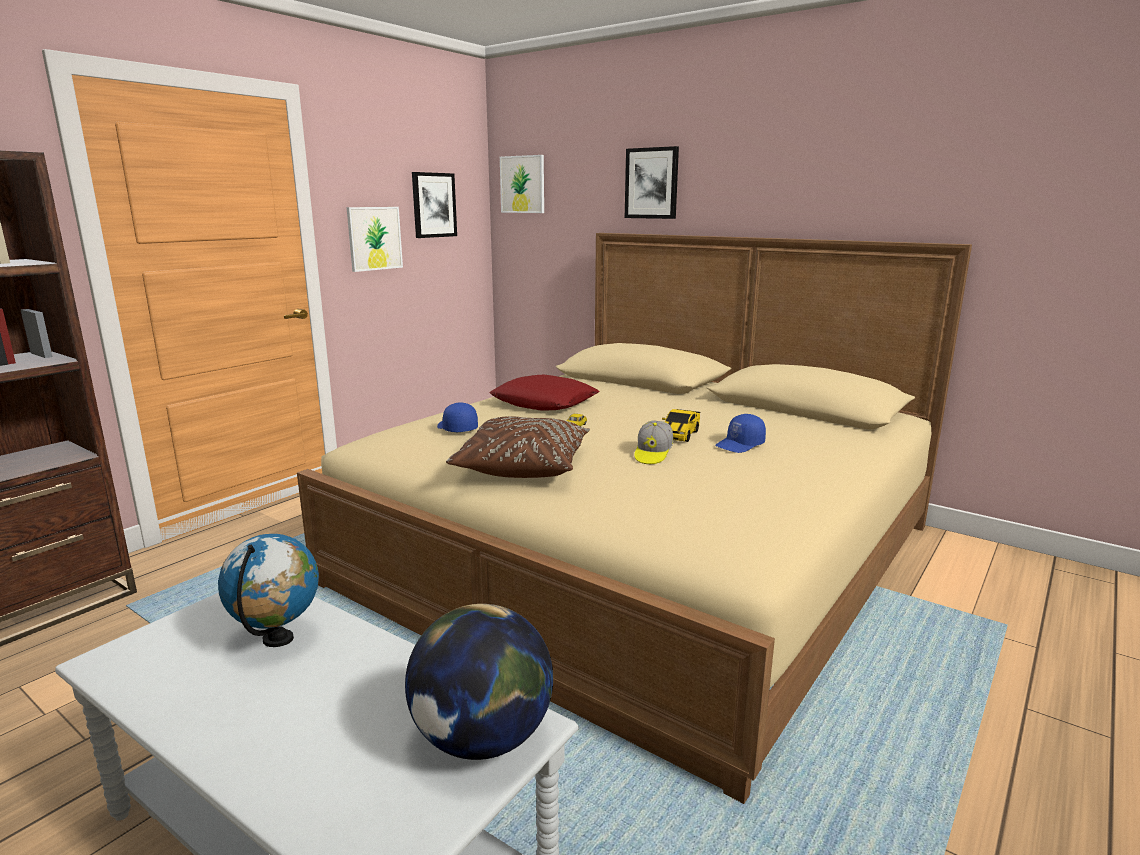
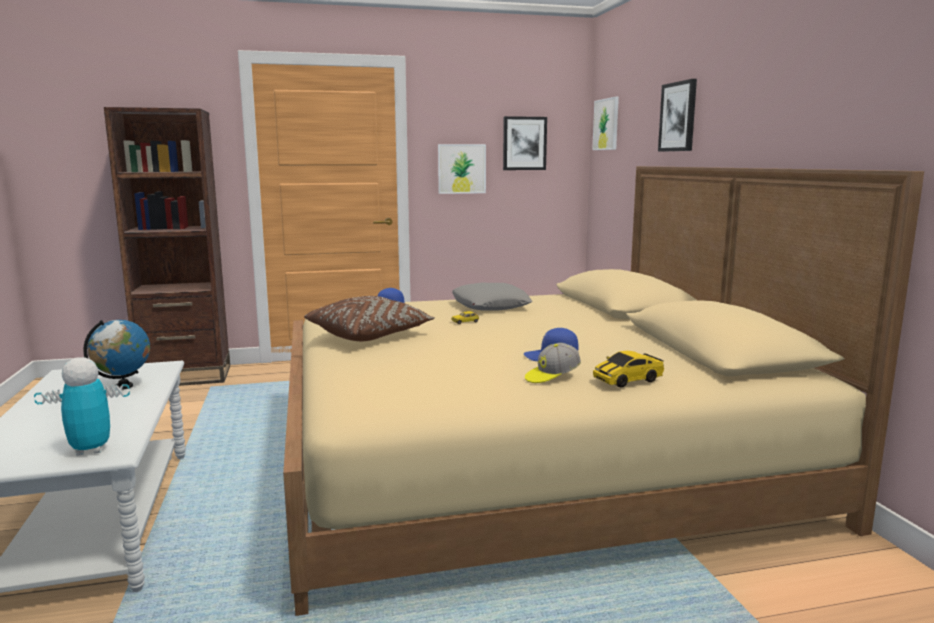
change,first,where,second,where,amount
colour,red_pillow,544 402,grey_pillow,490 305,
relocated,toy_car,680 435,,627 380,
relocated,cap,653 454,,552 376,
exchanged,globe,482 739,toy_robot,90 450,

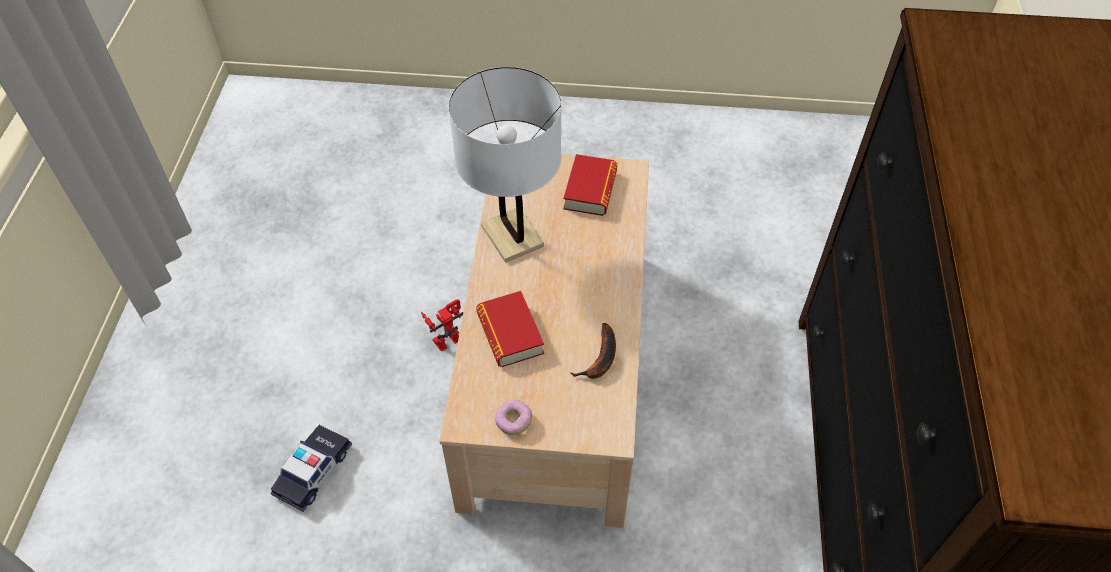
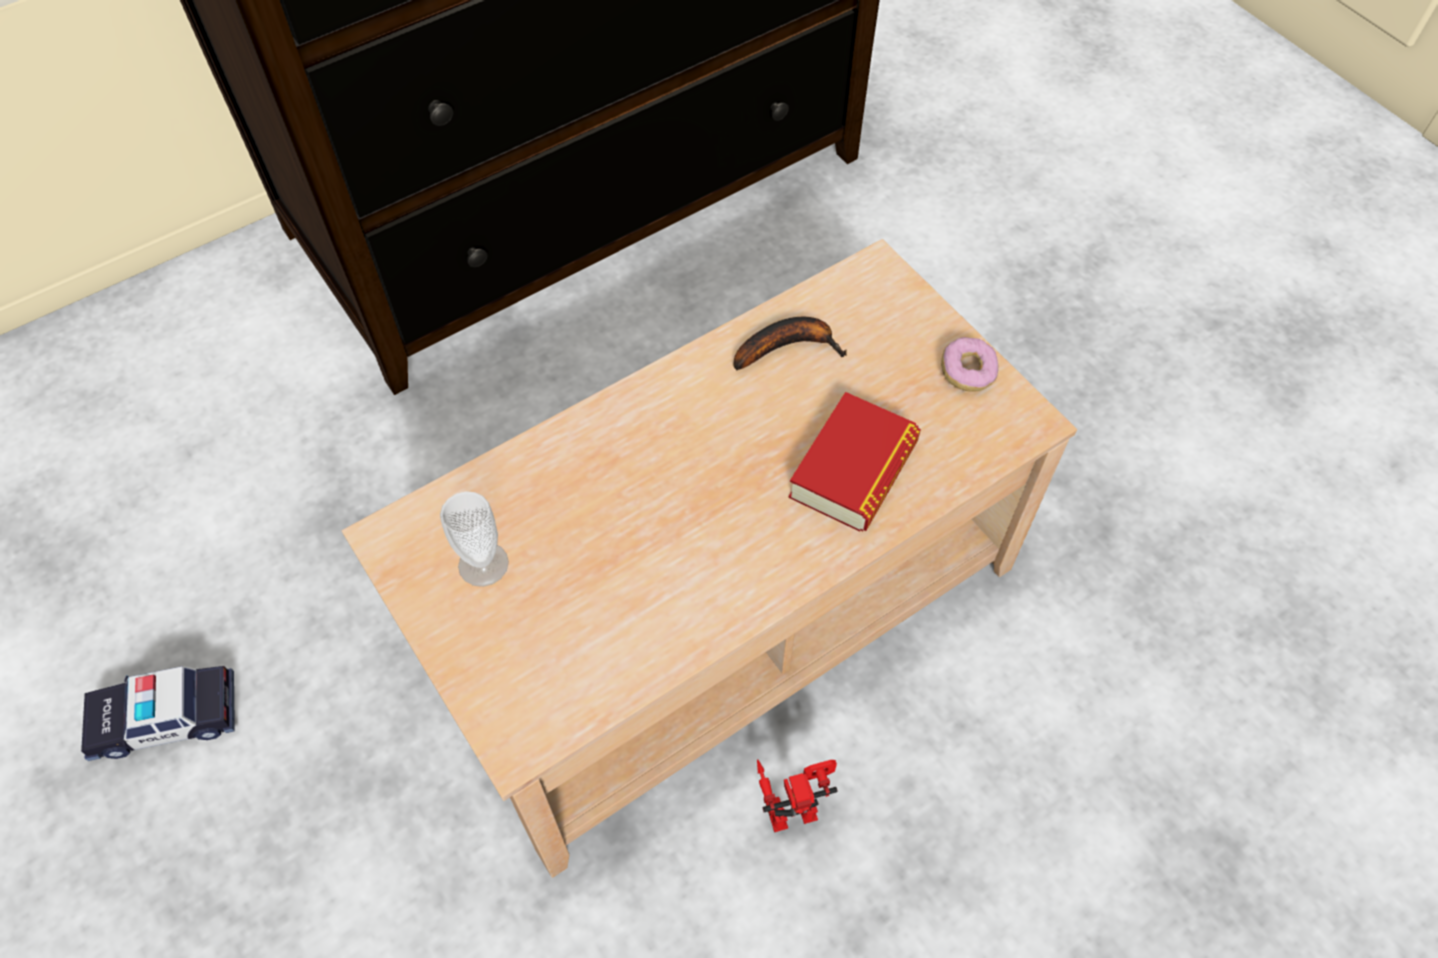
change,first,where,second,where,amount
missing,white_table_lamp,512 236,,,
exchanged,book,590 190,cup,483 564,
spun,toy_robot,446 337,,792 803,150 degrees clockwise
relocated,toy_car,313 471,,165 718,

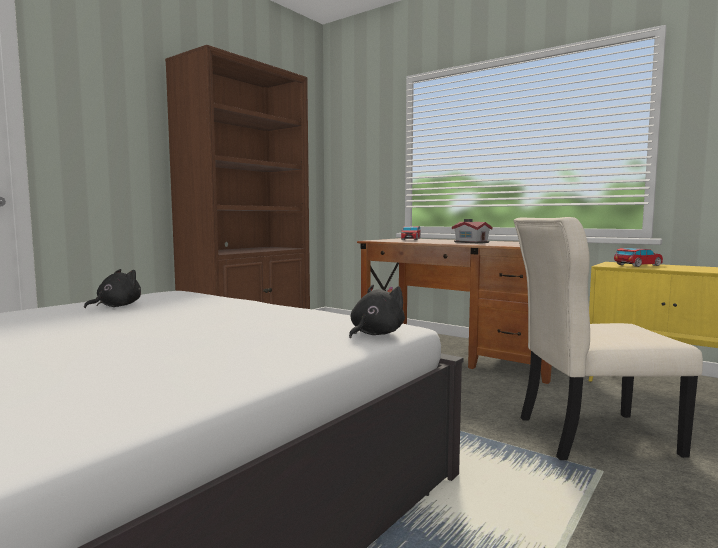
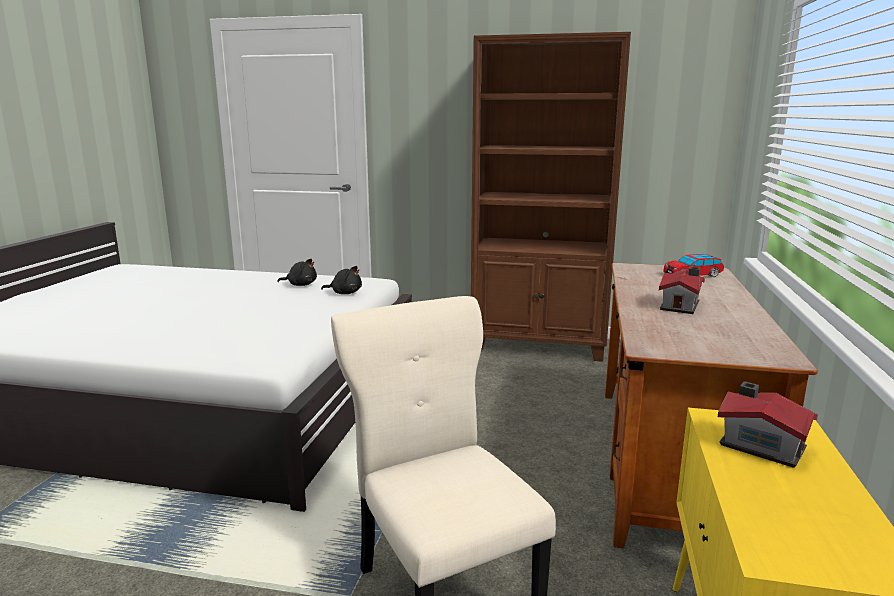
change,first,where,second,where,amount
exchanged,toy_car,637 265,toy_house,760 445,
relocated,black_plush_toy,375 334,,345 293,

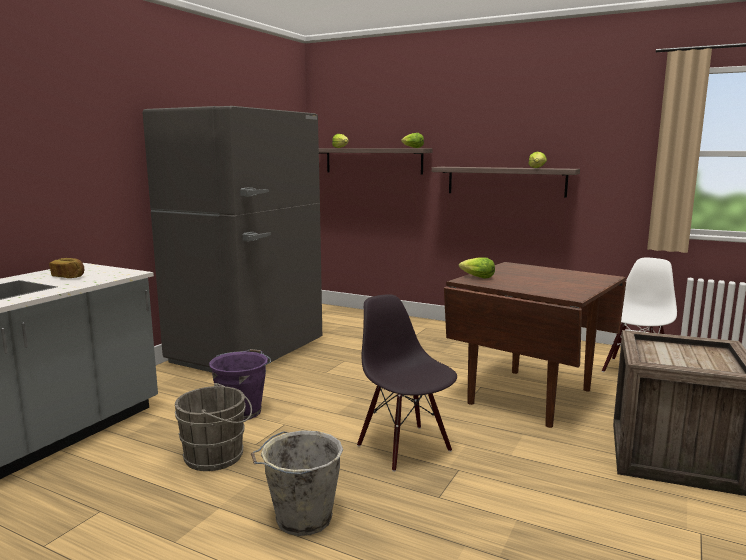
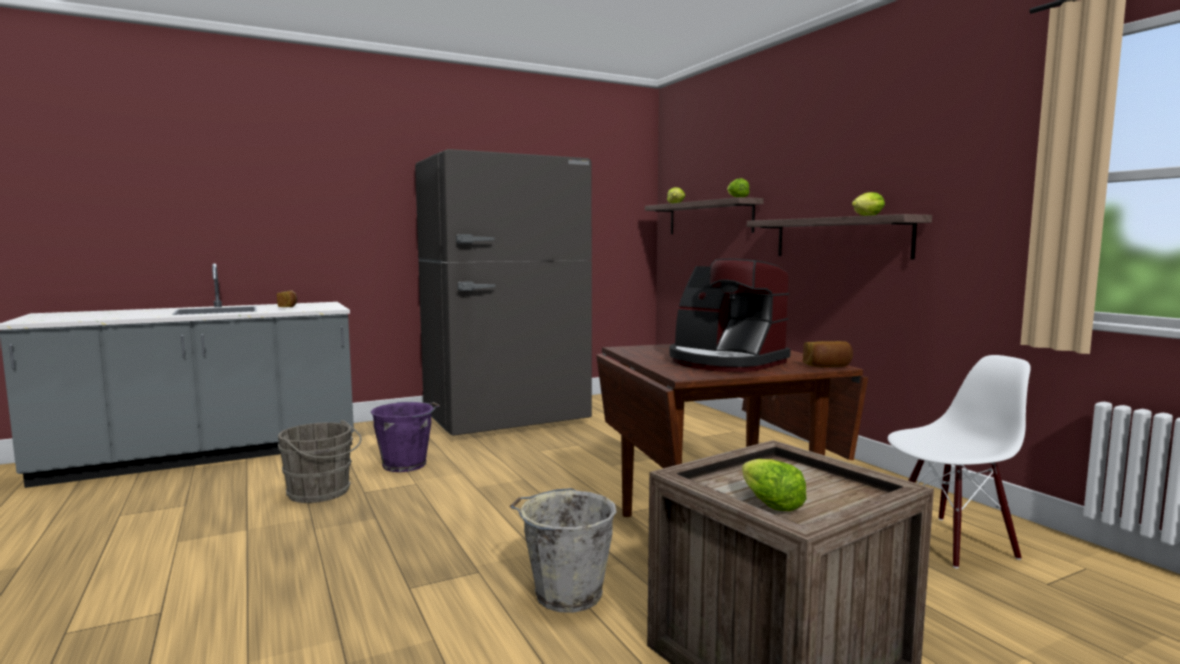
change,first,where,second,where,amount
relocated,lettuce,477 277,,769 503,
missing,black_chair,405 447,,,
relocated,grey_bucket,301 519,,565 594,
appeared,,,coffee_machine,724 362,
appeared,,,bread,827 366,

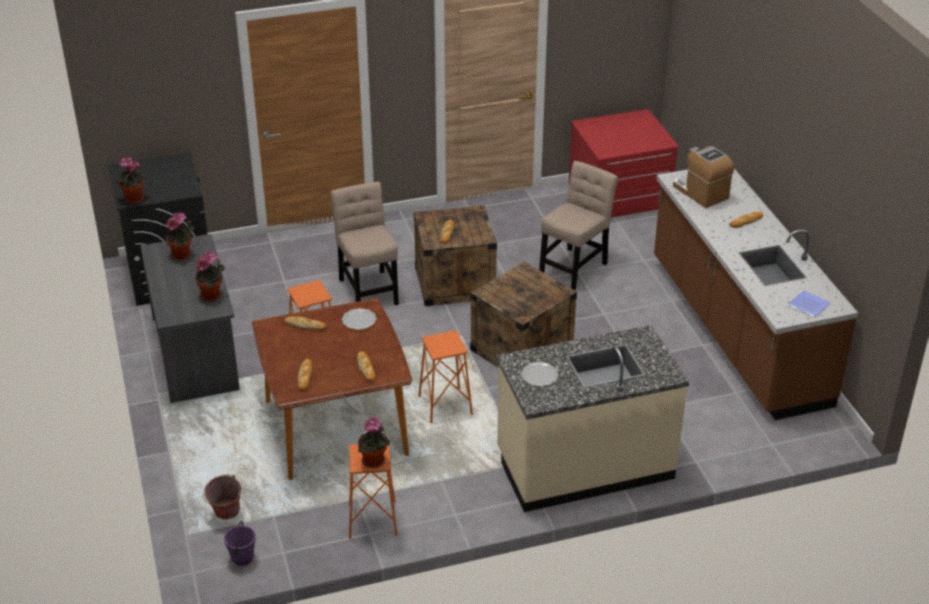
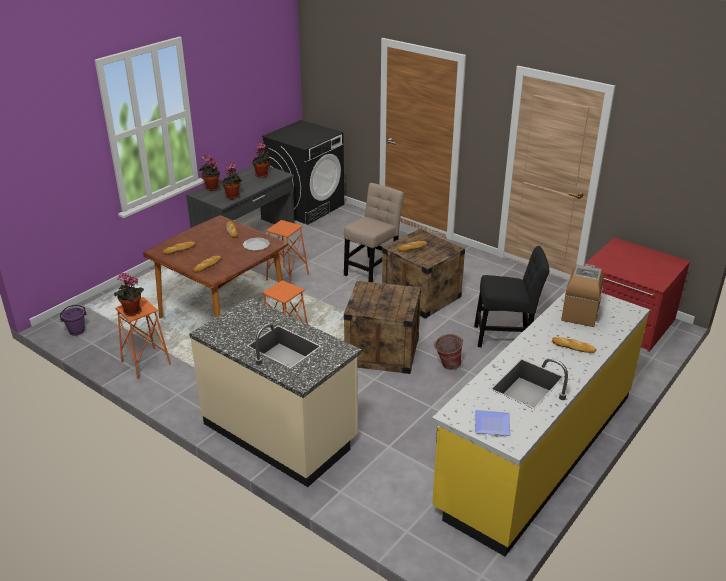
change,first,where,second,where,amount
relocated,potted_plant,133 200,,211 188,
colour,beige_chair,574 267,black_chair,506 337,
colour,brown_counter,736 331,yellow_counter,536 450,
missing,plate,539 375,,,
relocated,bucket,225 516,,447 366,

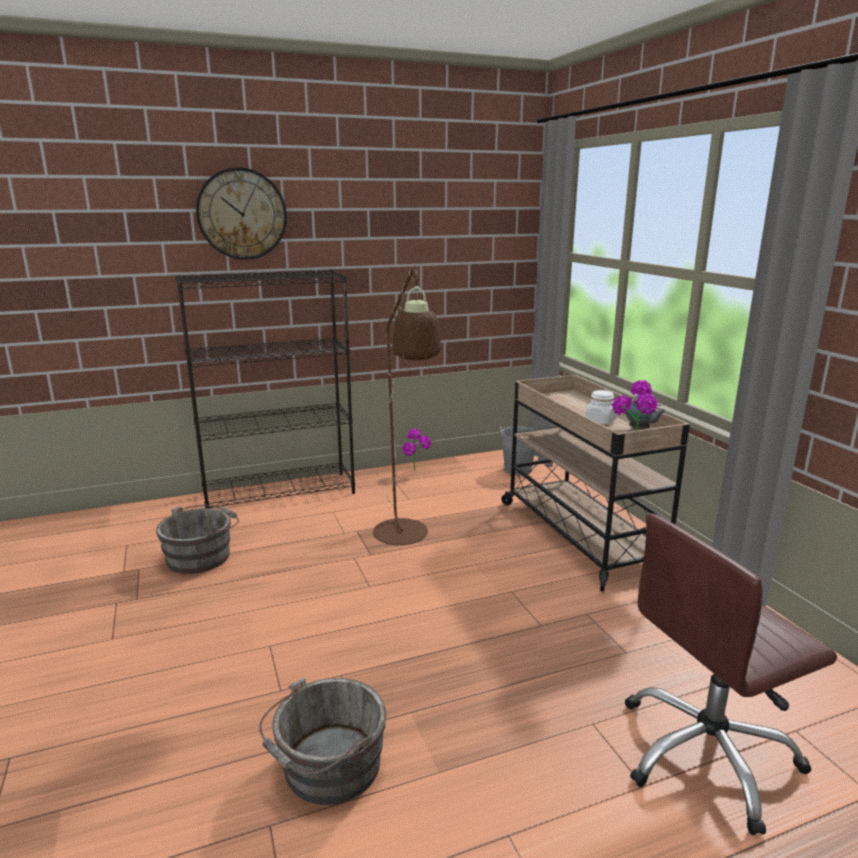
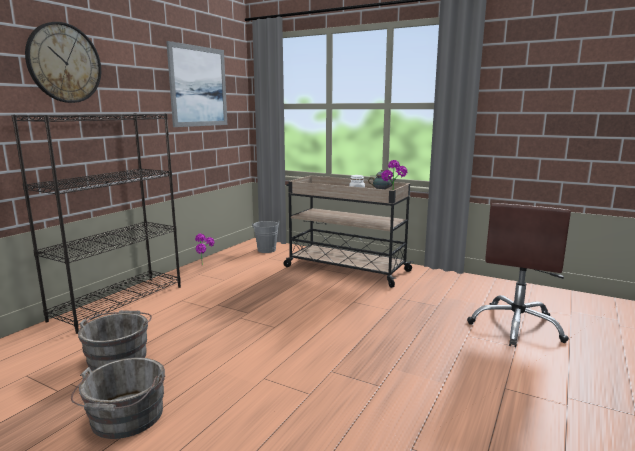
change,first,where,second,where,amount
missing,brown_floor_lamp,404 538,,,
relocated,grey_bucket,327 768,,125 419,
appeared,,,picture,198 86,

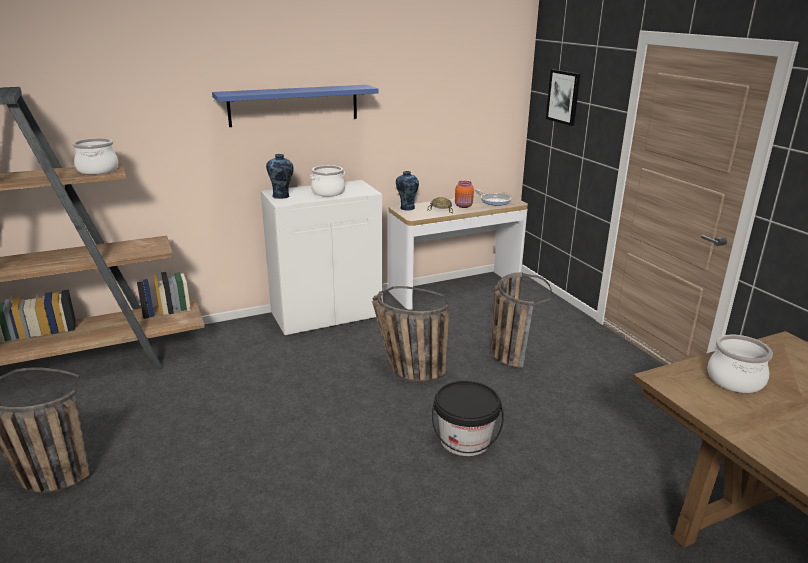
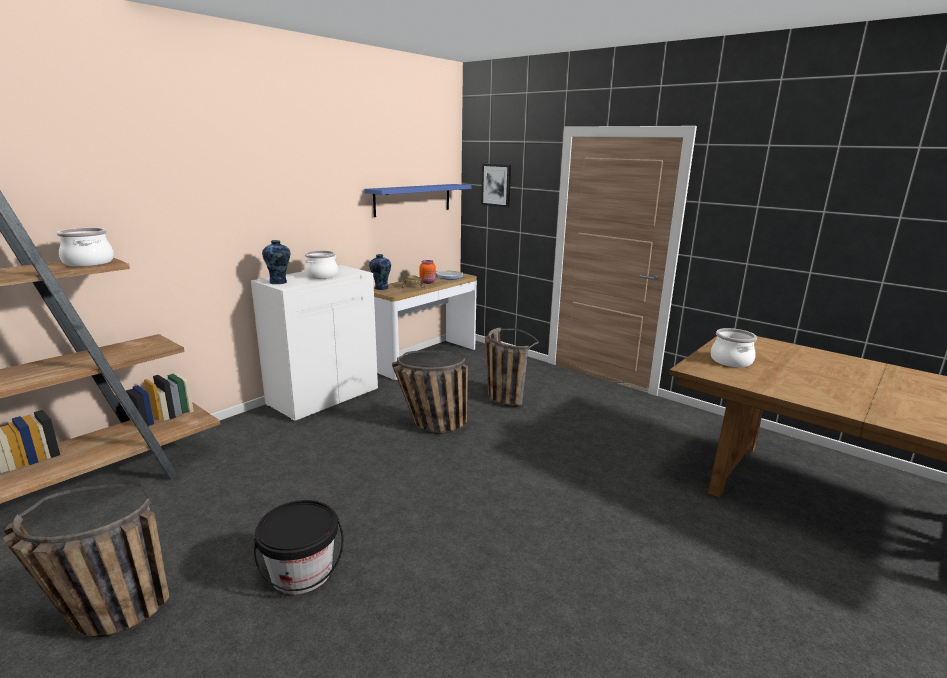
change,first,where,second,where,amount
relocated,blue_shelf,294 105,,413 199,
relocated,black_bucket,465 440,,302 572,

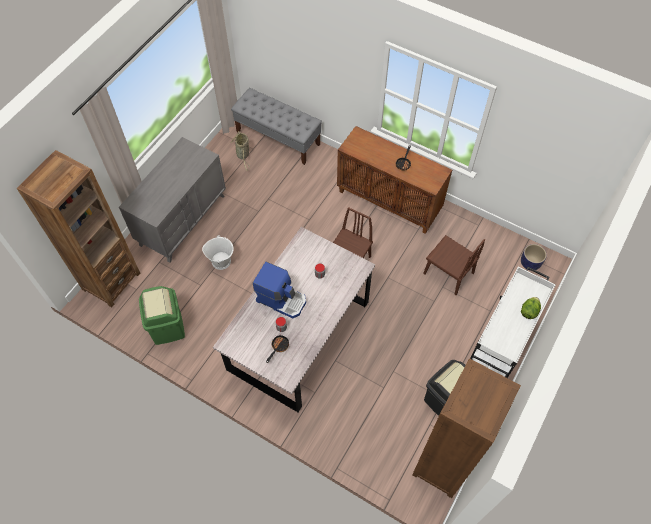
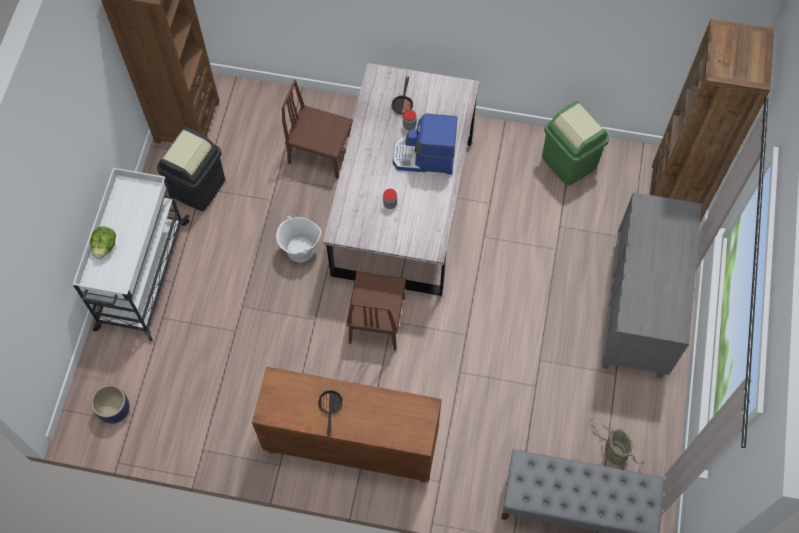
change,first,where,second,where,amount
relocated,white_bucket,221 261,,300 250,
relocated,brown_chair,448 273,,321 153,

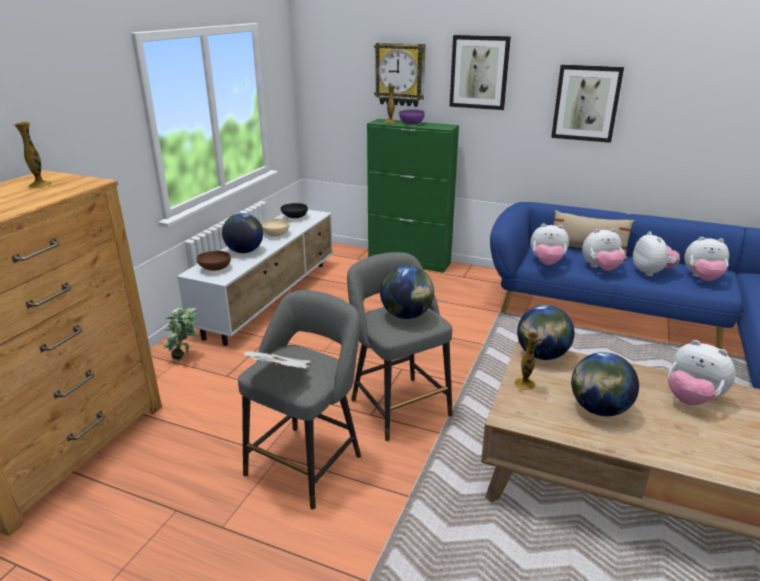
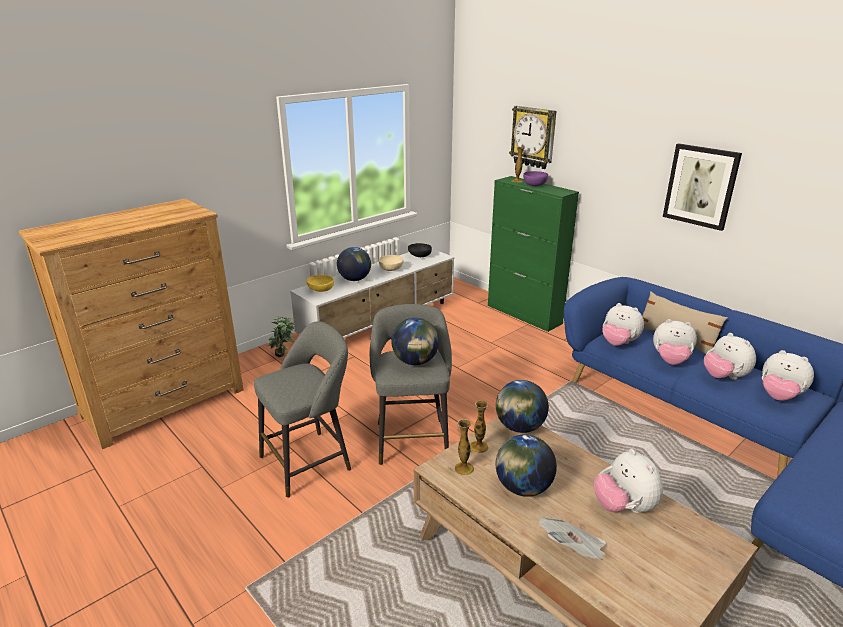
change,first,where,second,where,amount
missing,picture,479 72,,,
relocated,vase,40 184,,464 468,
spun,plush_toy,651 272,,724 377,135 degrees clockwise
colour,brown_bowl,214 269,yellow_bowl,320 290,
relocated,newspaper,282 374,,573 550,

